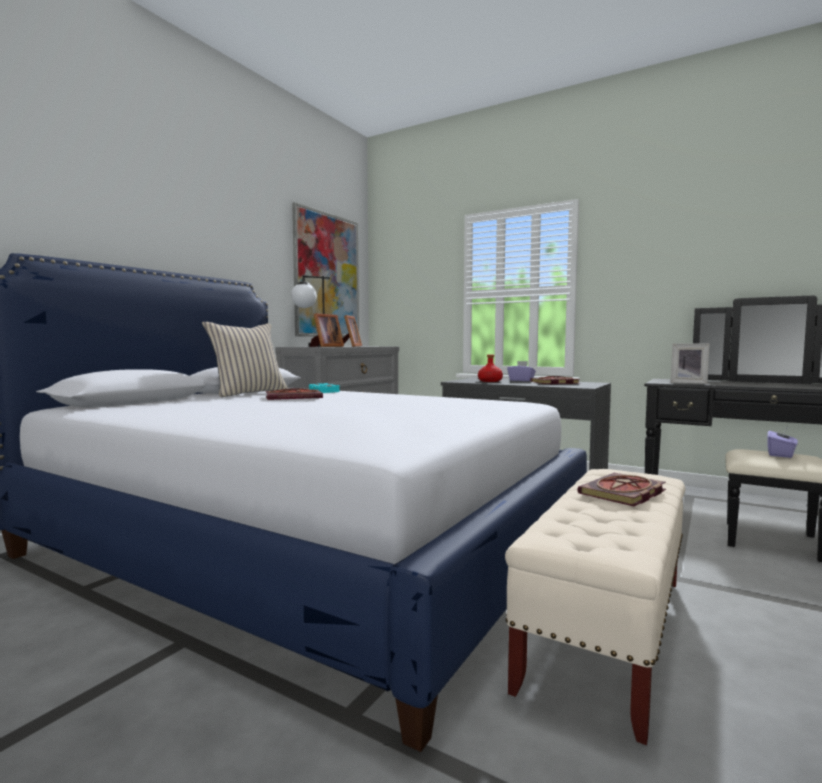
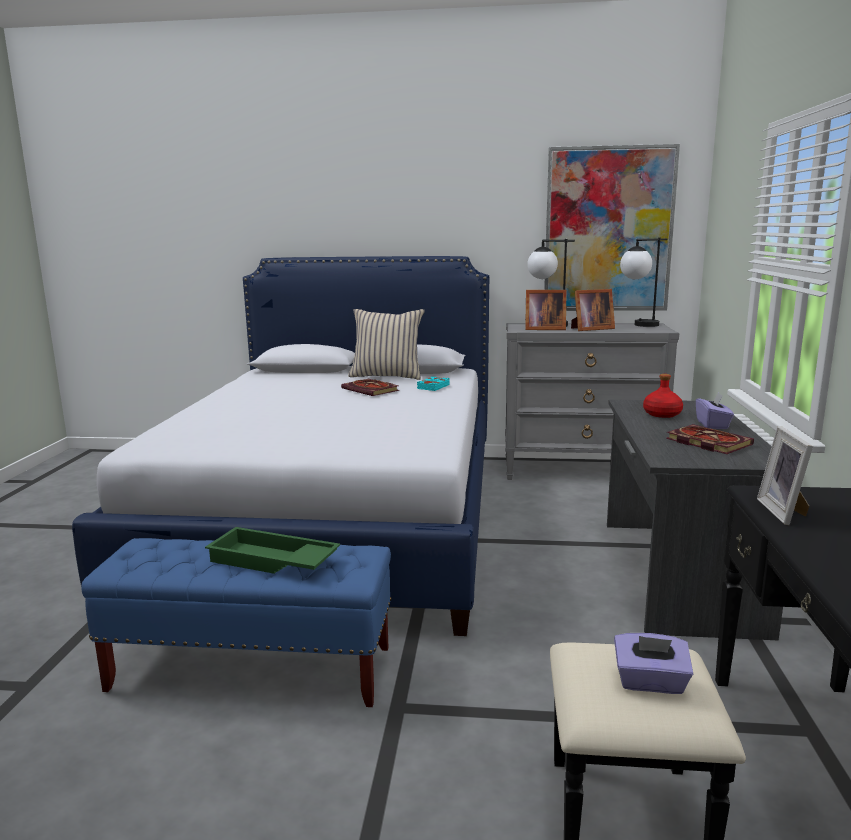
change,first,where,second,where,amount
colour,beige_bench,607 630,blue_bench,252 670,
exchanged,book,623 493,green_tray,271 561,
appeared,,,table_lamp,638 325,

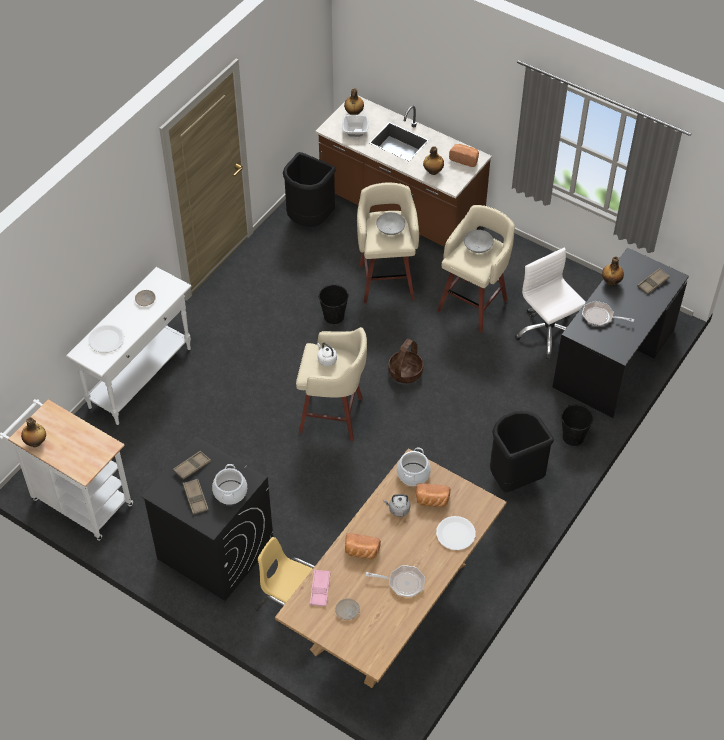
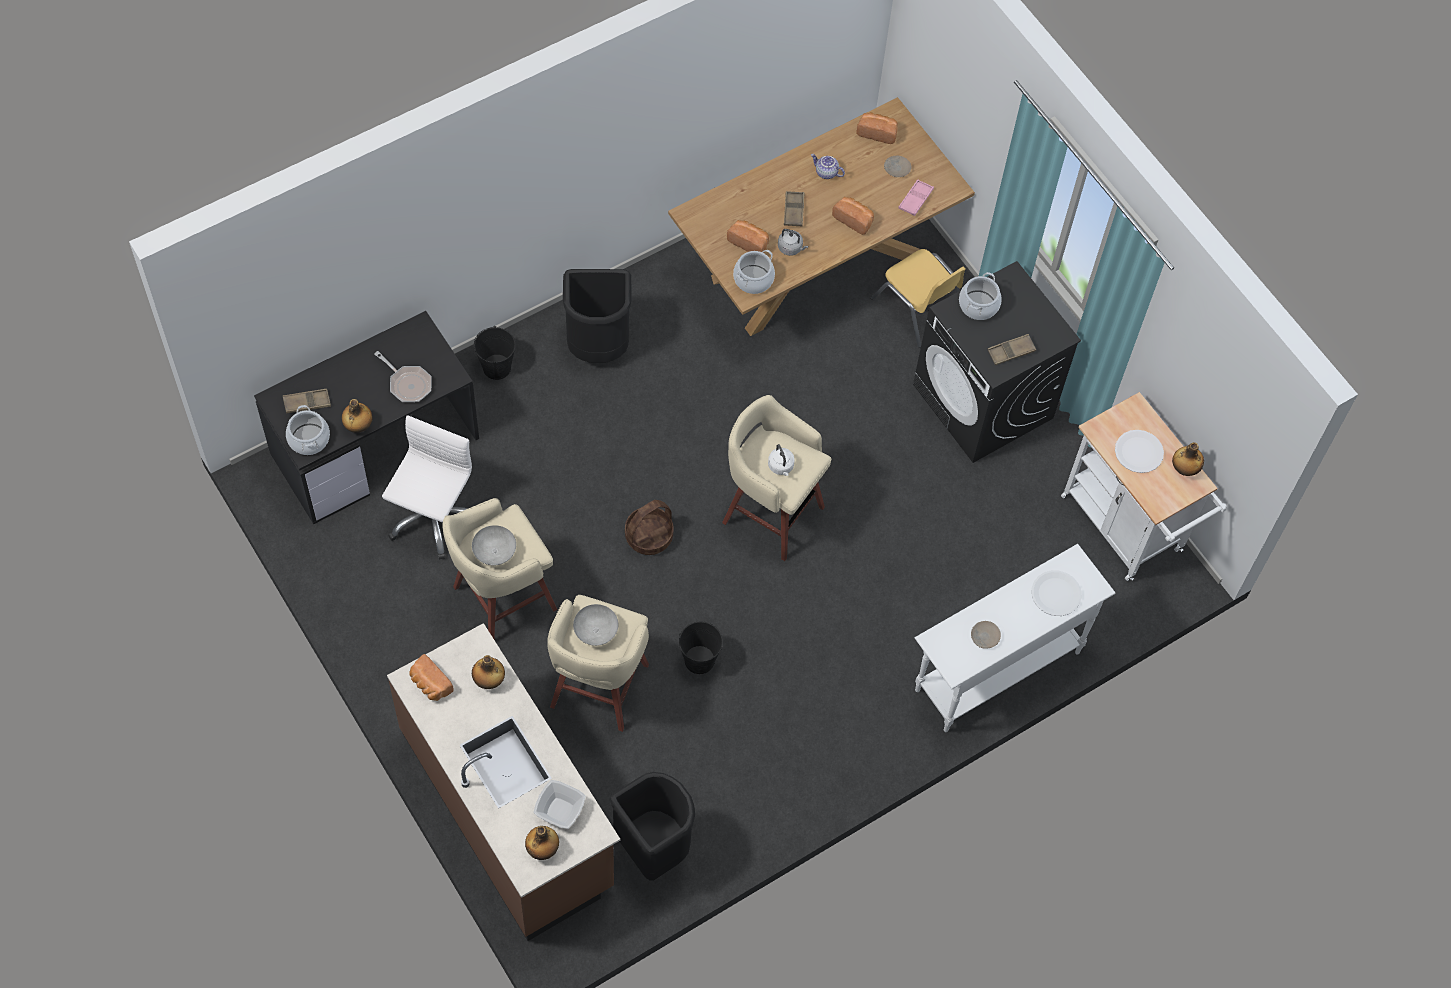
change,first,where,second,where,amount
spun,white_office_chair,547 332,,433 516,150 degrees counterclockwise
relocated,brown_tray,195 498,,793 211,
relocated,white_plate,455 534,,1138 452,
exchanged,frying_pan,403 583,teapot,826 173,
appeared,,,bread,877 132,
appeared,,,cooking_pot,308 439,

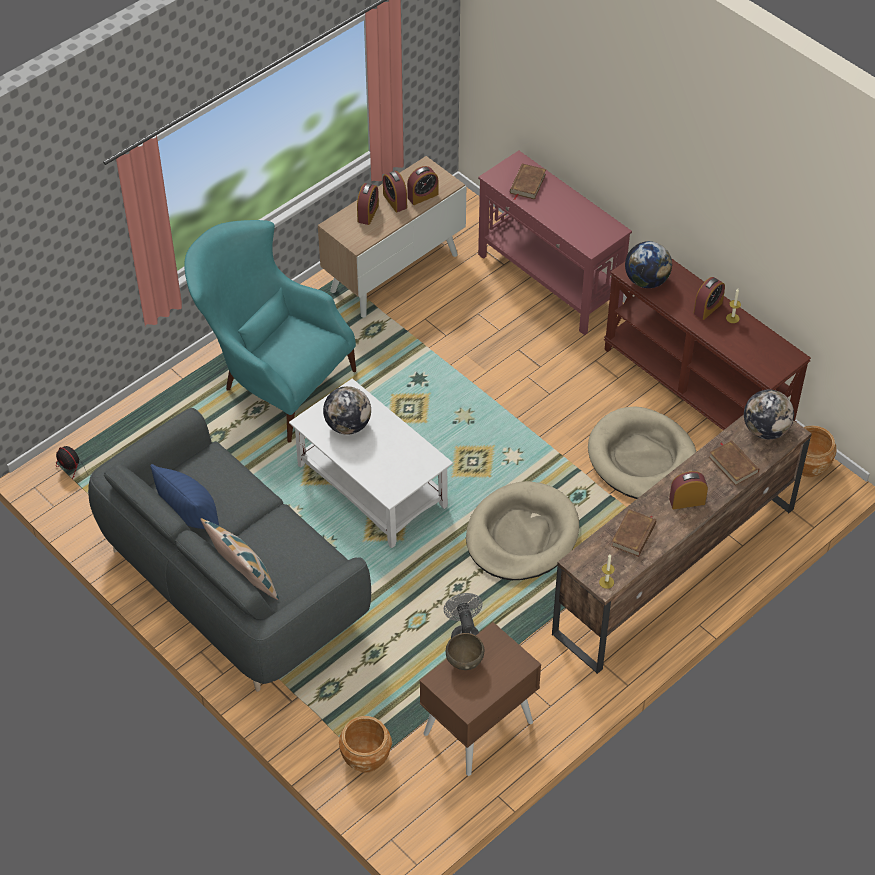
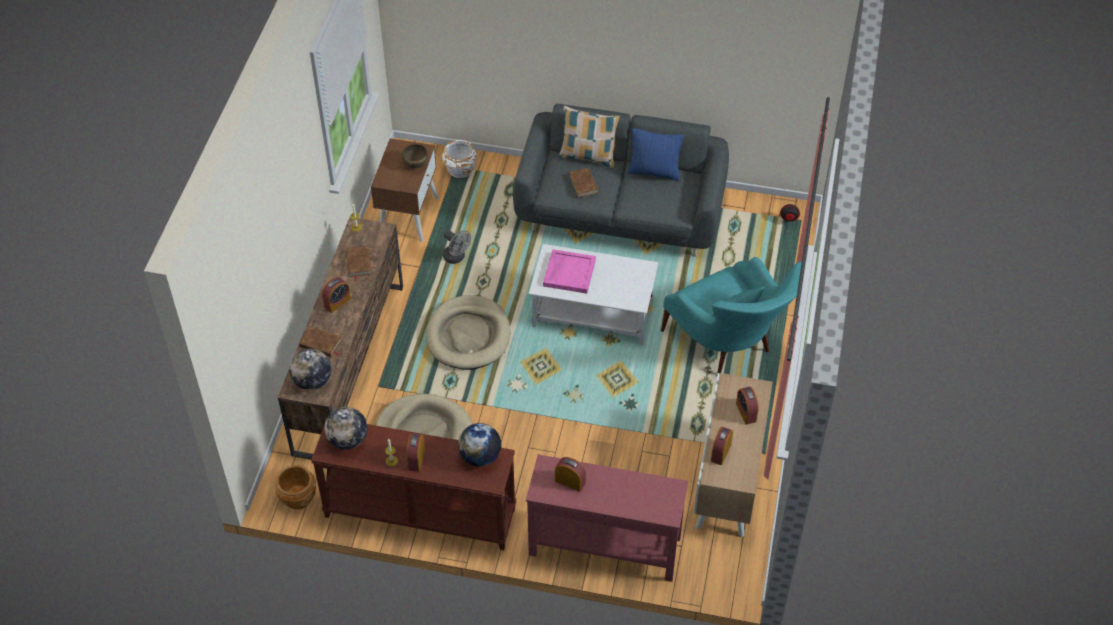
change,first,where,second,where,amount
relocated,brown_book,527 184,,583 184,
relocated,alarm_clock,395 201,,570 481,
spun,turquoise_armchair,272 379,,729 347,60 degrees clockwise
relocated,globe,348 425,,348 440,
colour,brown_planter,366 757,white_planter,460 170,
appeared,,,pink_tray,569 272,

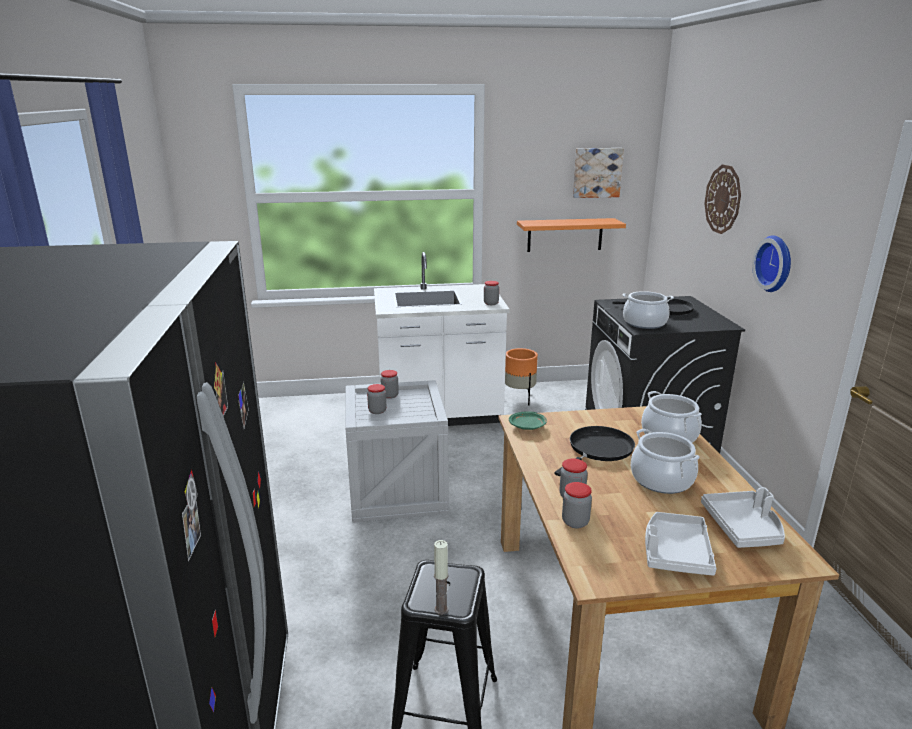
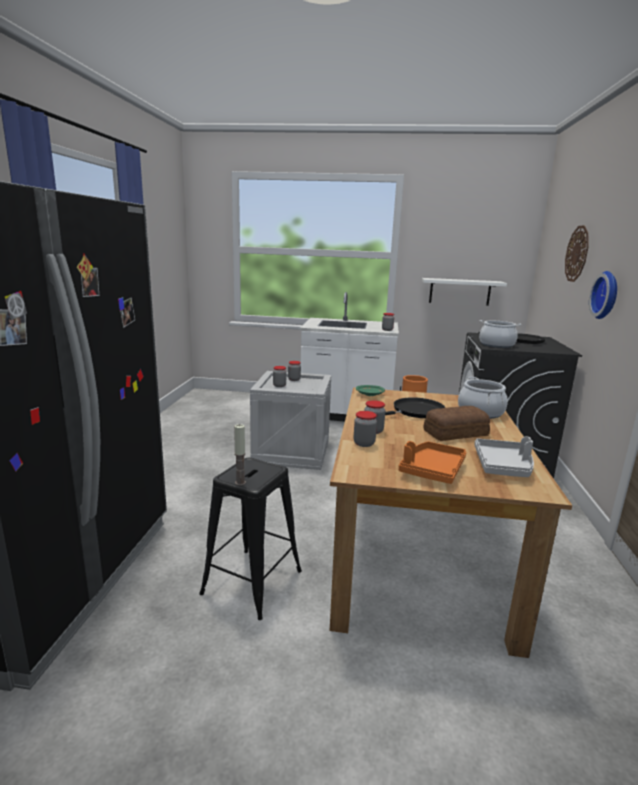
change,first,where,second,where,amount
missing,picture,597 172,,,
colour,orange_shelf,565 235,white_shelf,459 291,
exchanged,cooking_pot,661 480,bread,454 433,
colour,grey_tray,675 552,orange_tray,432 470,

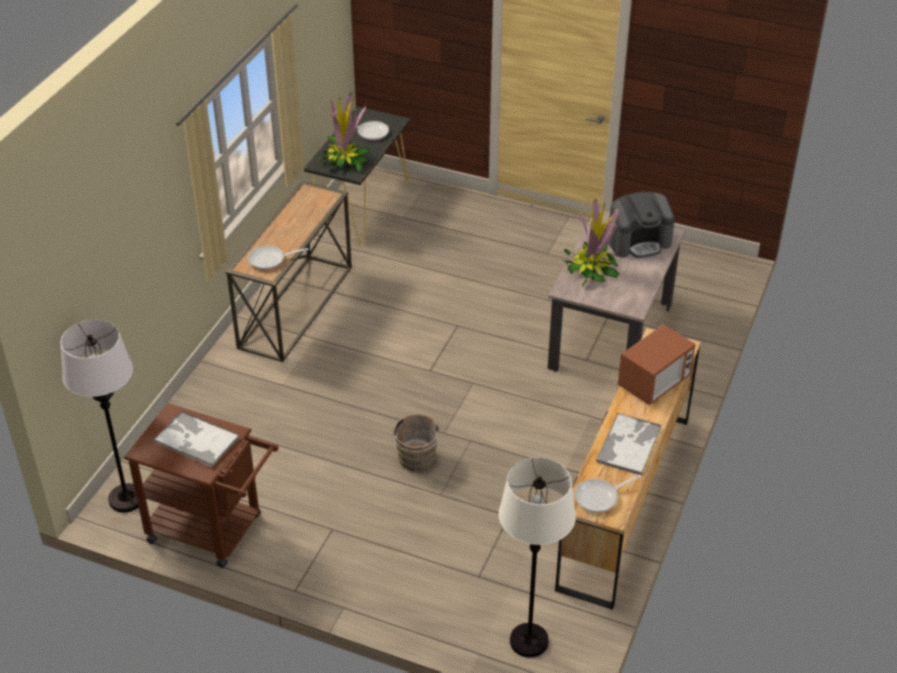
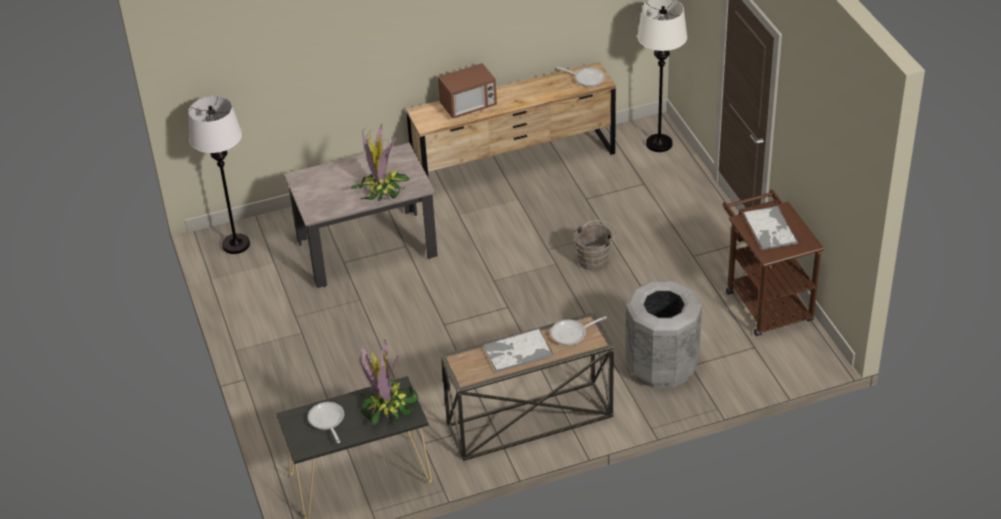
change,first,where,second,where,amount
missing,coffee_machine,638 241,,,
spun,frying_pan,270 260,,572 334,120 degrees clockwise
relocated,white_floor_lamp,127 499,,236 244,
spun,microwave,654 382,,468 106,150 degrees clockwise
relocated,tray,629 444,,517 351,
appeared,,,grey_trash_can,661 367,

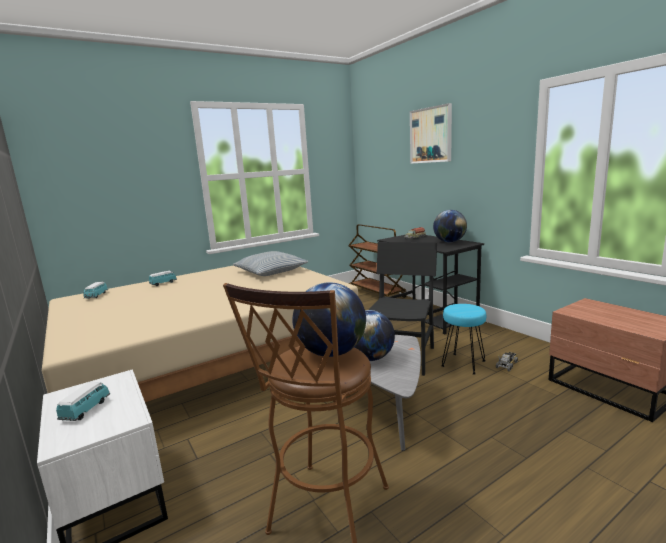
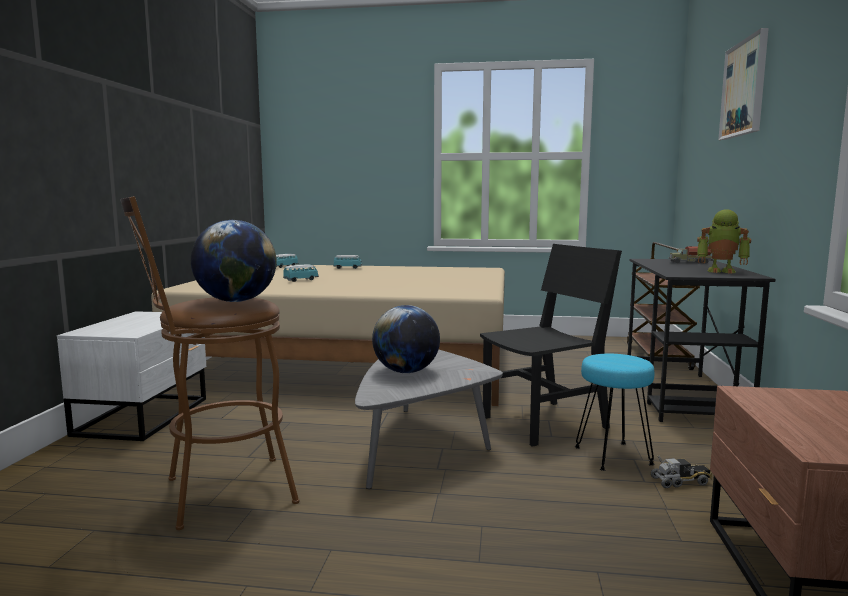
change,first,where,second,where,amount
exchanged,globe,449 242,toy_robot,721 271,
missing,pillow,270 271,,,
relocated,toy_car,86 410,,301 280,

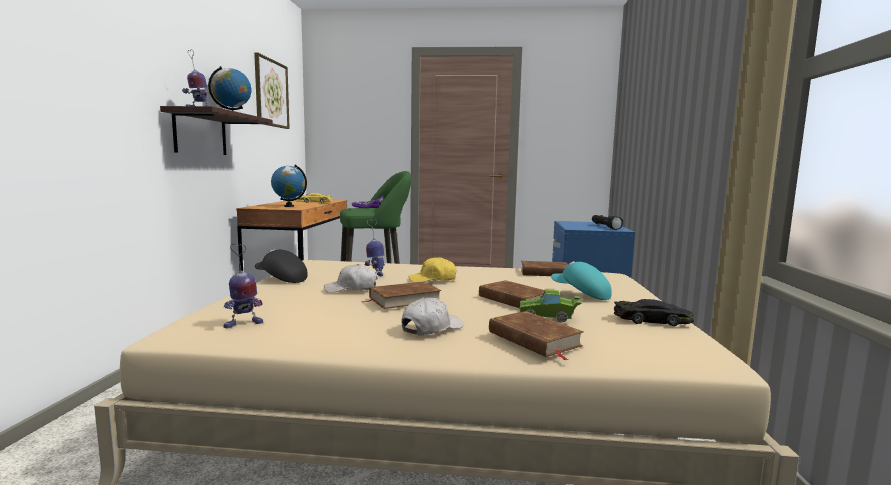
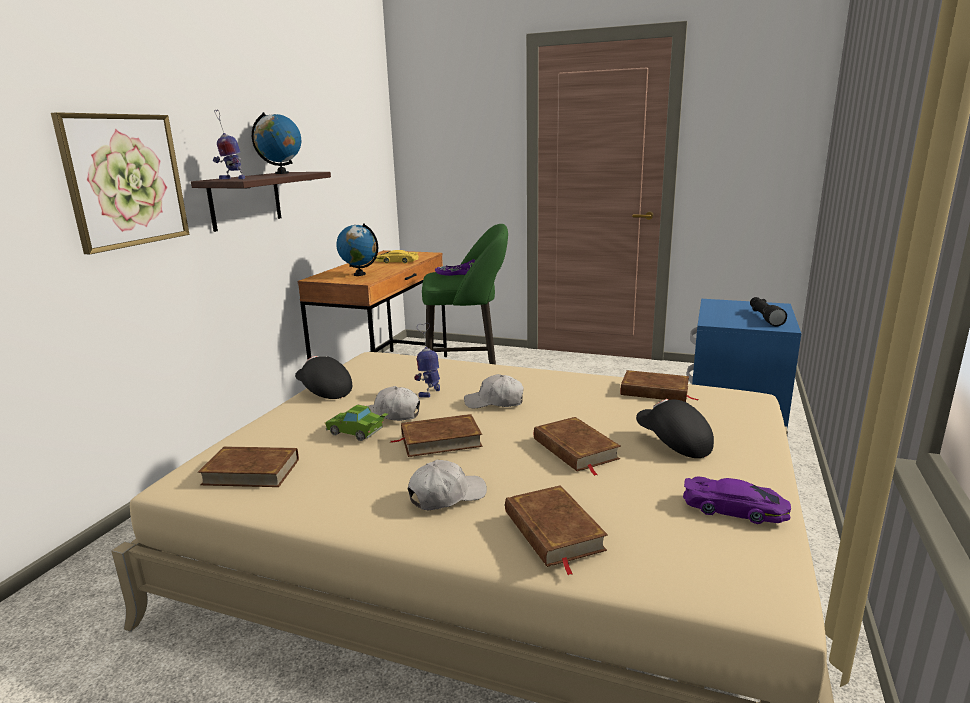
change,first,where,second,where,amount
relocated,picture,271 93,,125 180,
exchanged,toy_robot,243 324,brown_book,251 472,
colour,yellow_cap,432 280,white_cap,494 402,
colour,turquoise_cap,580 294,black_cap,673 443,
relocated,green_toy_car,549 317,,358 433,
colour,black_toy_car,652 320,purple_toy_car,734 508,

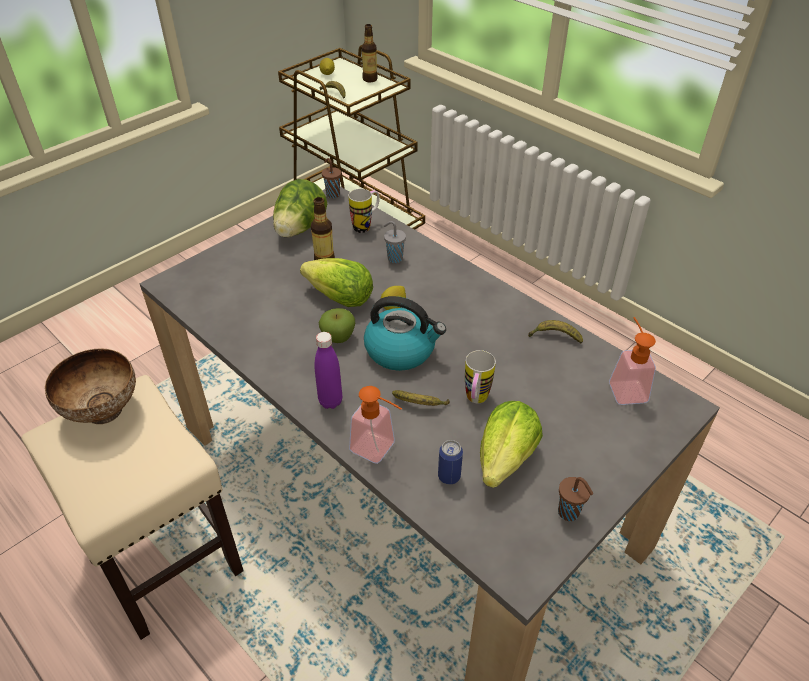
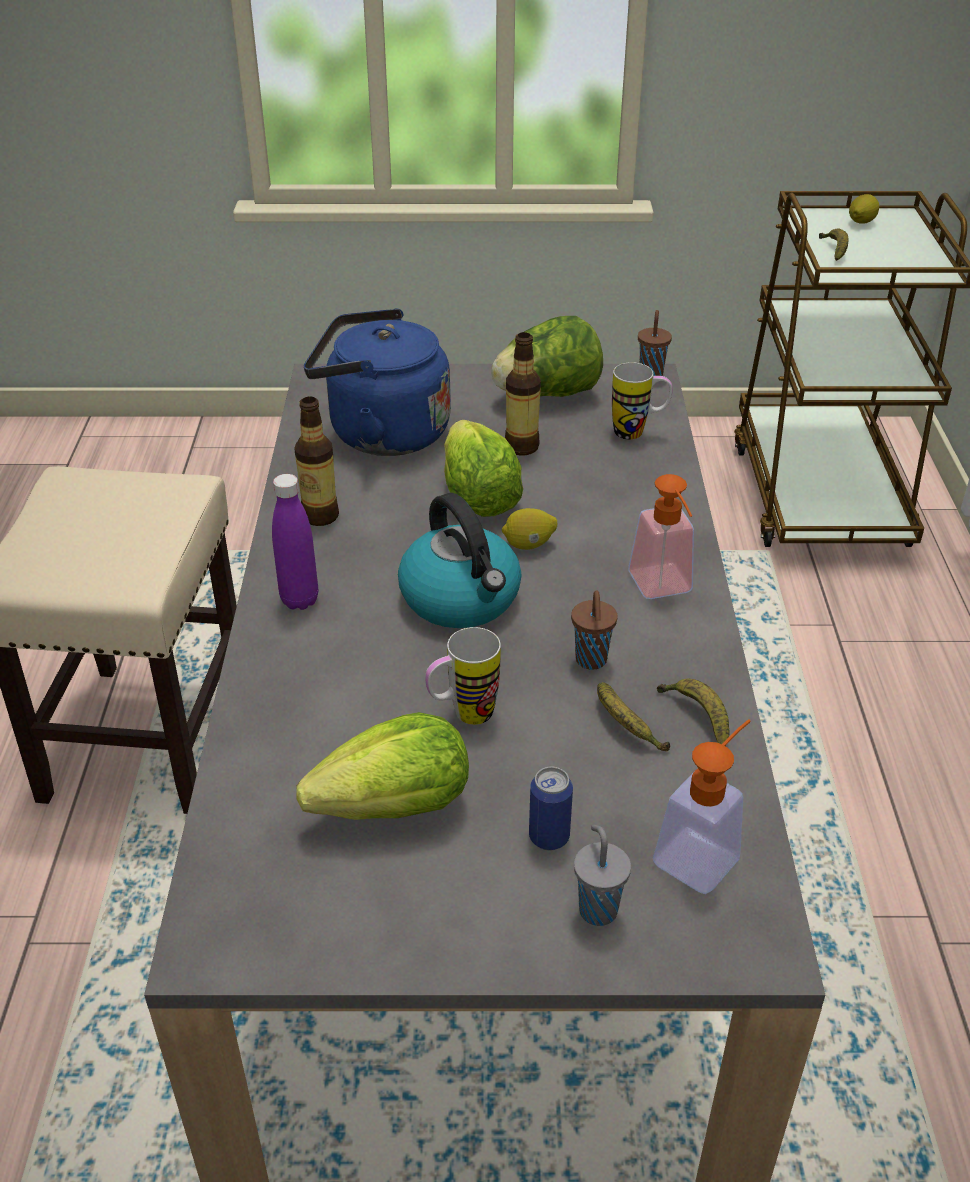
change,first,where,second,where,amount
relocated,bottle,370 79,,320 516,
relocated,grey_cup,394 258,,597 908,
missing,apple,338 338,,,
missing,bowl,102 411,,,
relocated,soap_dispenser,379 450,,664 589,
relocated,banana,420 404,,625 726,
relocated,can,449 476,,549 837,
relocated,brown_cup,569 513,,591 661,
appeared,,,blue_kettle,381 433,

